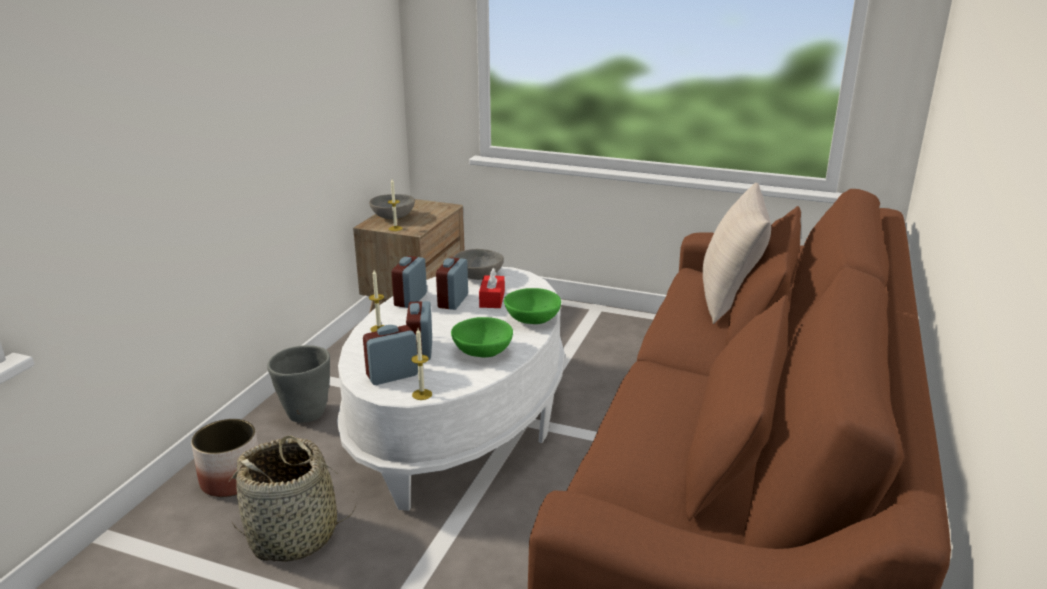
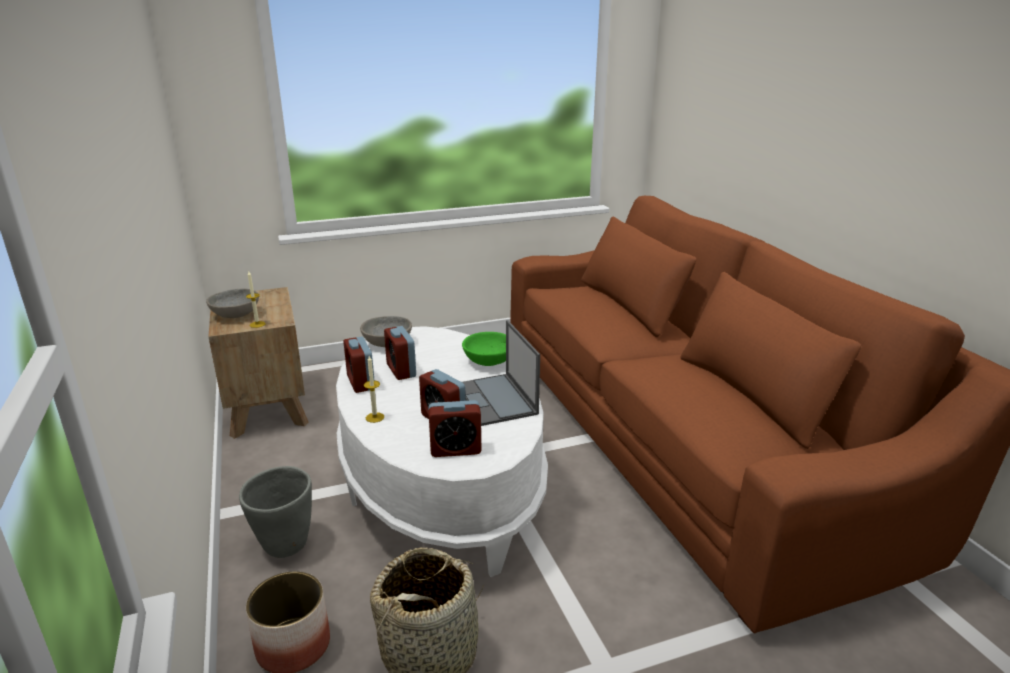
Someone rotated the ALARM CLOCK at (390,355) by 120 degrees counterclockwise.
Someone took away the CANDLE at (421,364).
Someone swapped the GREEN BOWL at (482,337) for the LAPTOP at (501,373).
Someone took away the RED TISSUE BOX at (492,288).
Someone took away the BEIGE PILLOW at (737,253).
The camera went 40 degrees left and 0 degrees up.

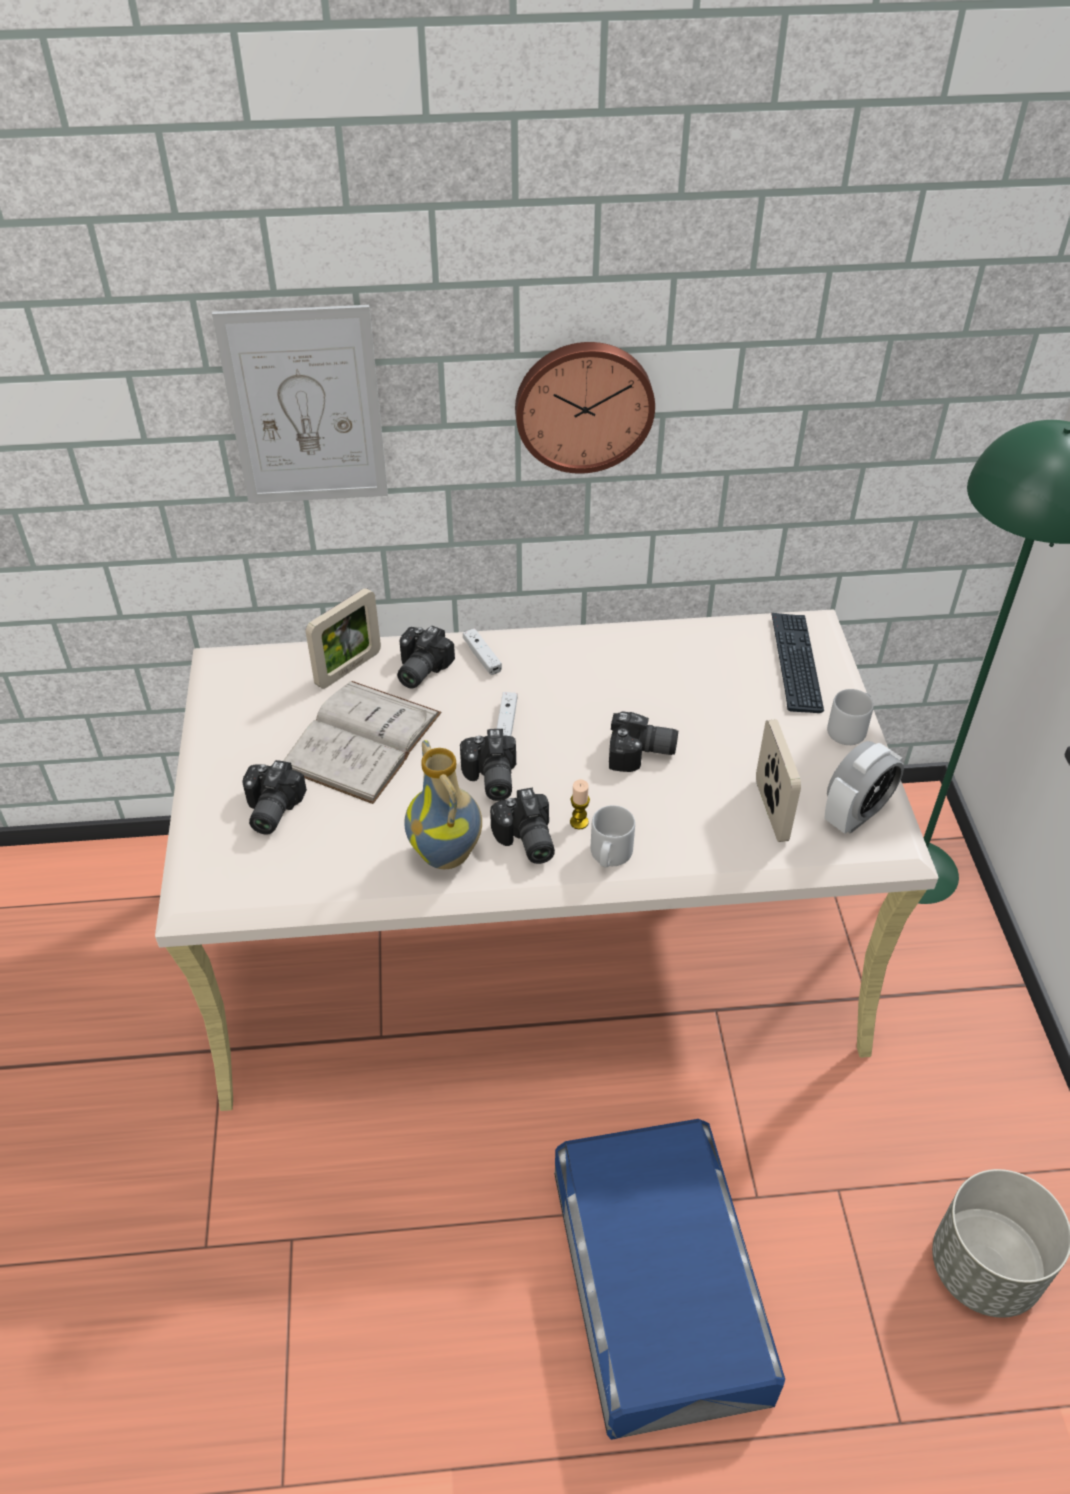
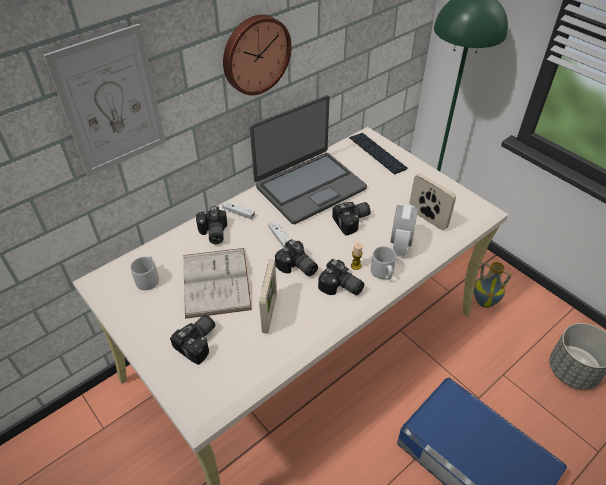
Someone rotated the PHOTO CAMERA at (274,797) by 120 degrees counterclockwise.
Someone carried the PICTURE FRAME from (343,638) to (268,296).
Someone carried the VASE from (443,804) to (493,285).
Someone carried the ALARM CLOCK from (864,787) to (404,230).
Someone carried the GREY MUG from (850,717) to (144,273).
Someone put down the LAPTOP at (308,159).
The camera went 35 degrees left and 0 degrees up.

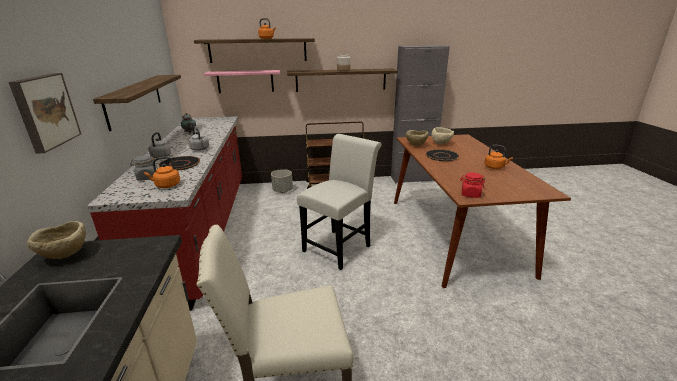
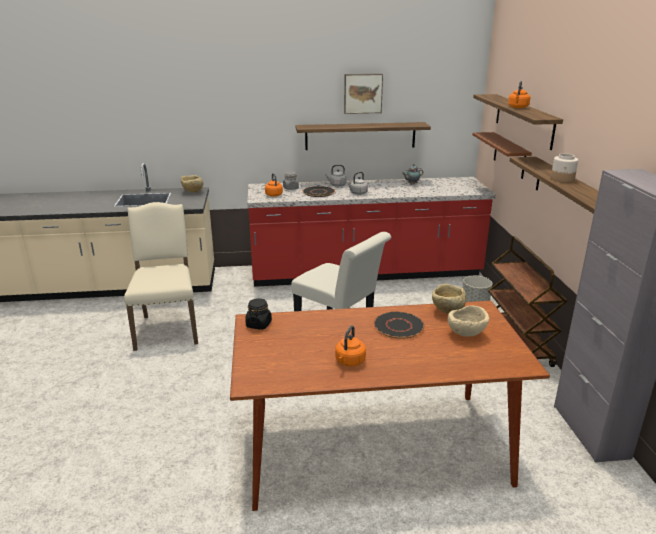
Someone carried the PICTURE from (44,113) to (363,94).
Someone repainted the PINK SHELF at (242,81), which became the BROWN SHELF at (502,155).
Someone repainted the RED JAR at (472,185), which became the BLACK JAR at (258,314).
The camera went 90 degrees right and 0 degrees up.

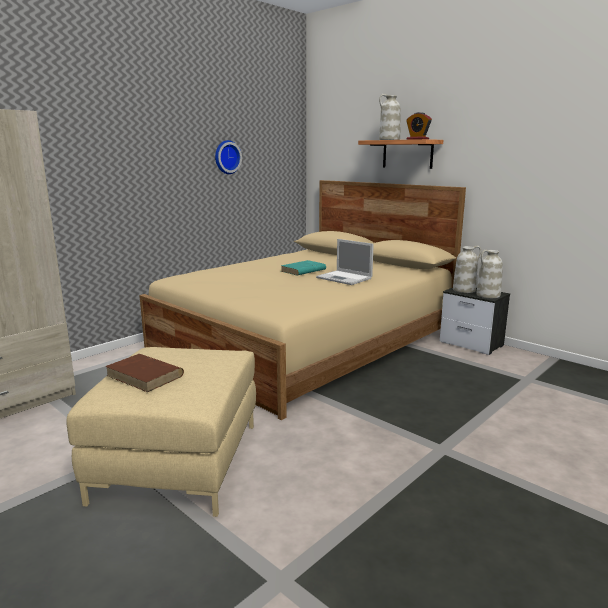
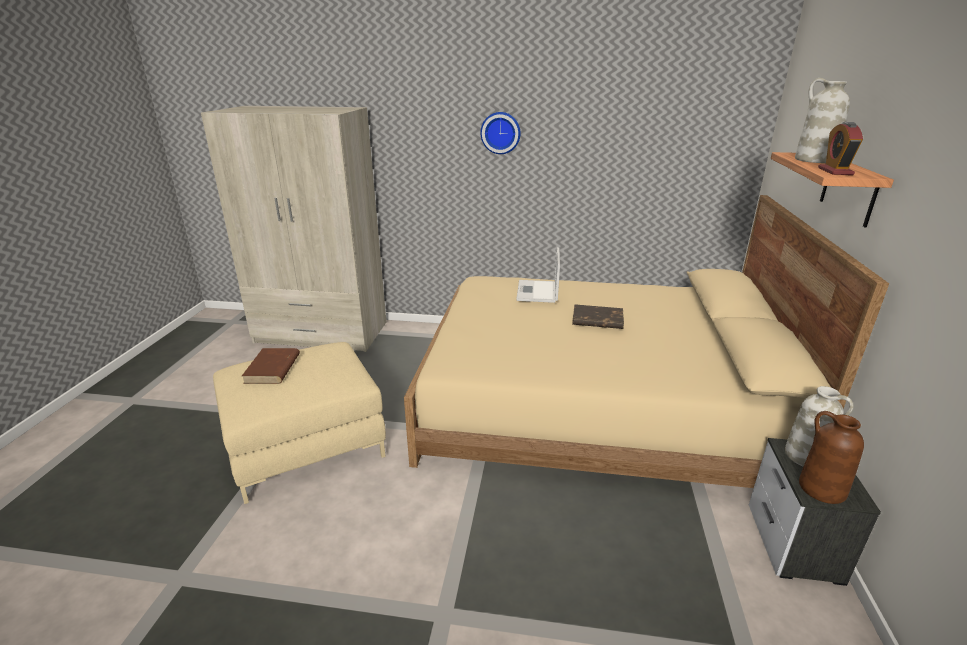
Someone carried the WALL CLOCK from (228,157) to (500,133).
Someone repainted the TURQUOISE BOOK at (303,267), which became the BROWN BOOK at (598,316).
Someone carried the LAPTOP from (345,262) to (538,275).
Someone repainted the WHITE VASE at (489,274), which became the BROWN VASE at (831,457).
The camera went 55 degrees right and 10 degrees up.

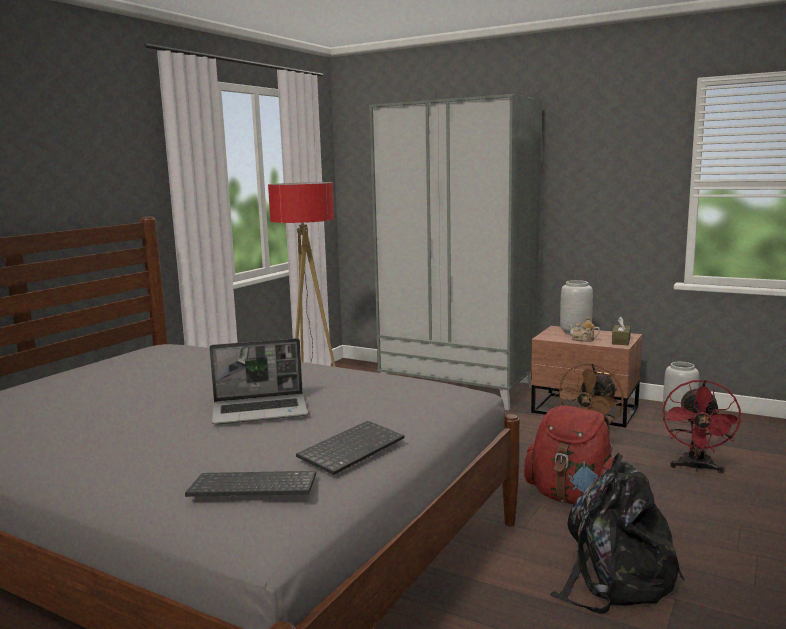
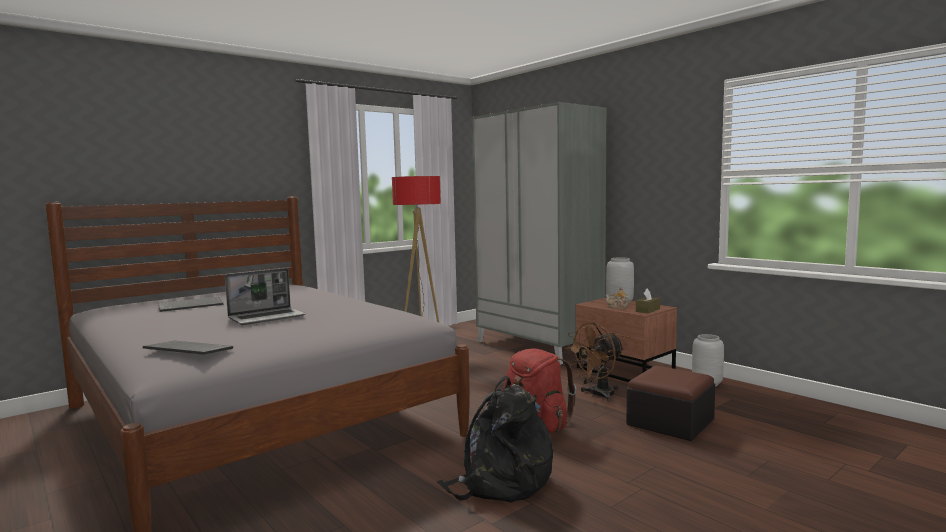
Someone rotated the LAPTOP at (258,381) by 45 degrees counterclockwise.
Someone carried the KEYBOARD from (350,448) to (190,304).
Someone swapped the RED FAN at (702,426) for the OTTOMAN at (670,403).
The camera went 20 degrees right and 5 degrees down.

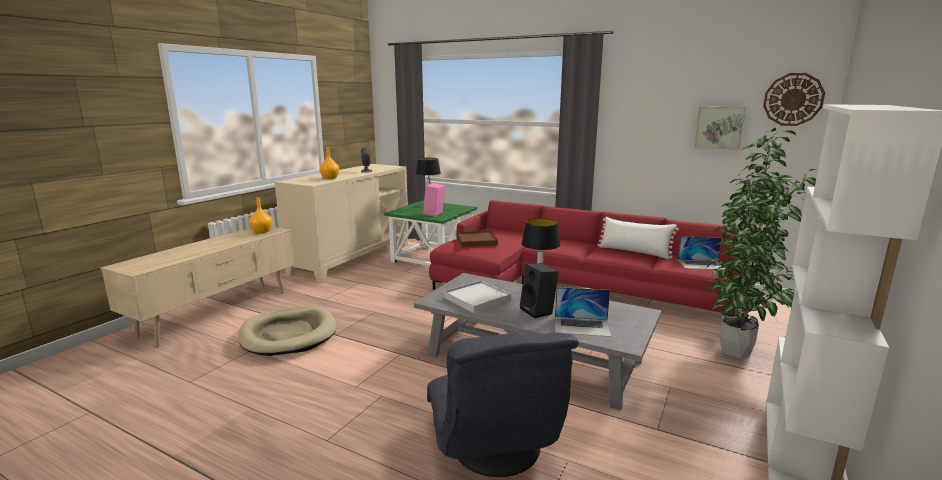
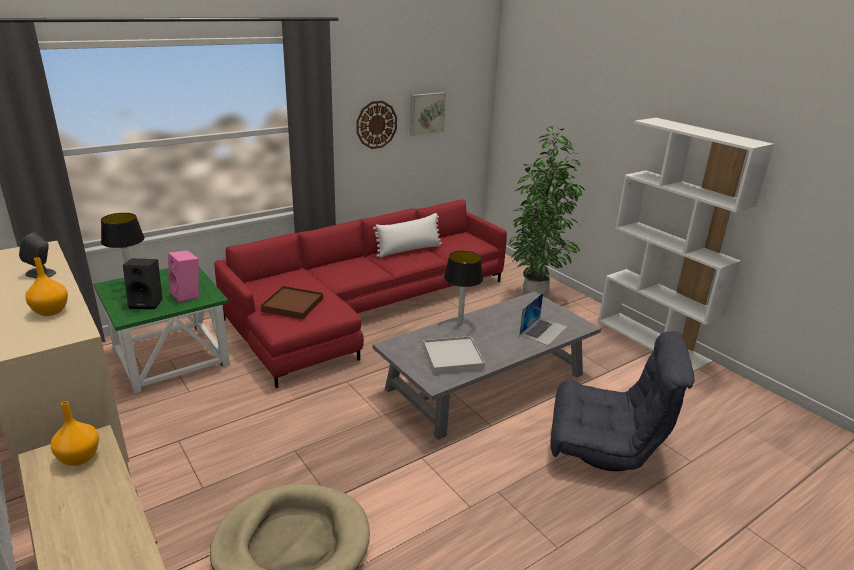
Someone carried the BLACK SPEAKER from (539,290) to (143,284).
Someone took away the LAPTOP at (702,253).
Someone carried the WALL CLOCK from (794,99) to (376,125).
The camera went 65 degrees left and 10 degrees up.

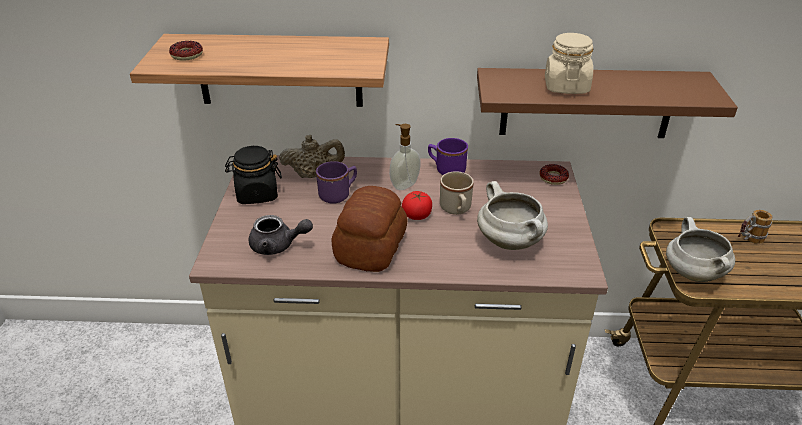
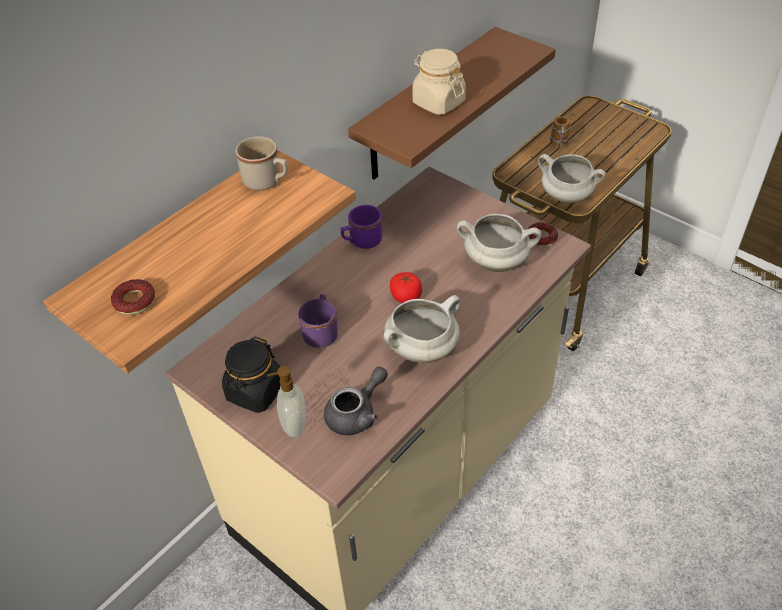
Someone took away the BEIGE TEAPOT at (312,156).
Someone swapped the BREAD at (369,229) for the WHITE COOKING POT at (422,329).
Someone carried the SOAP DISPENSER from (405,157) to (286,401).
Someone carried the BEIGE MUG from (457,193) to (261,163).
Someone carried the DONUT from (554,174) to (543,234).
The camera went 50 degrees left and 10 degrees up.

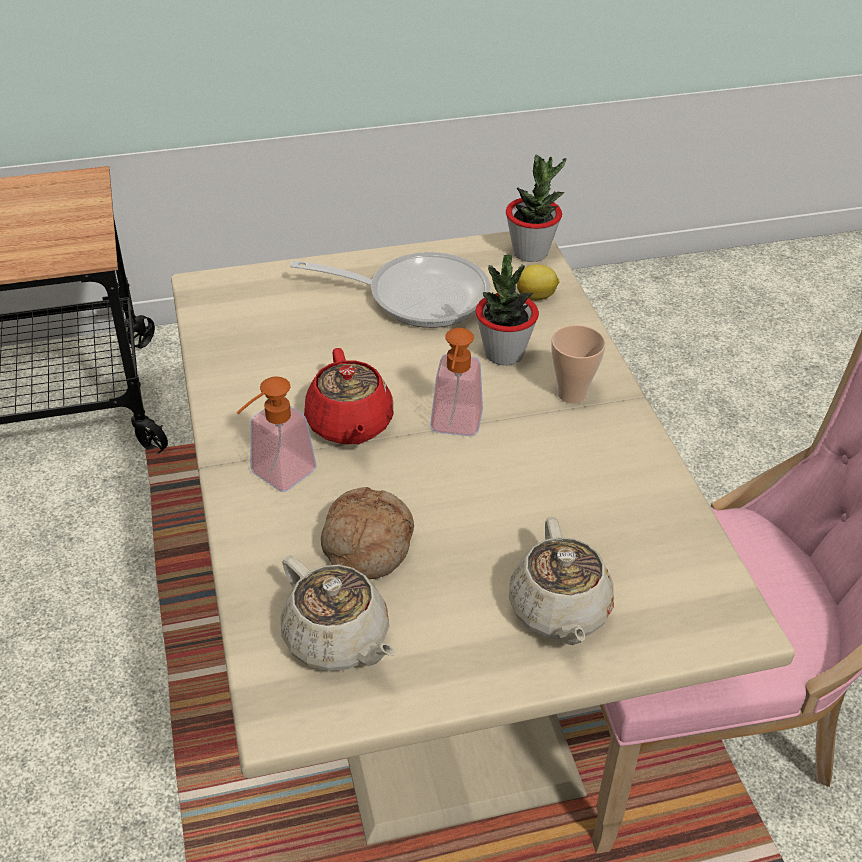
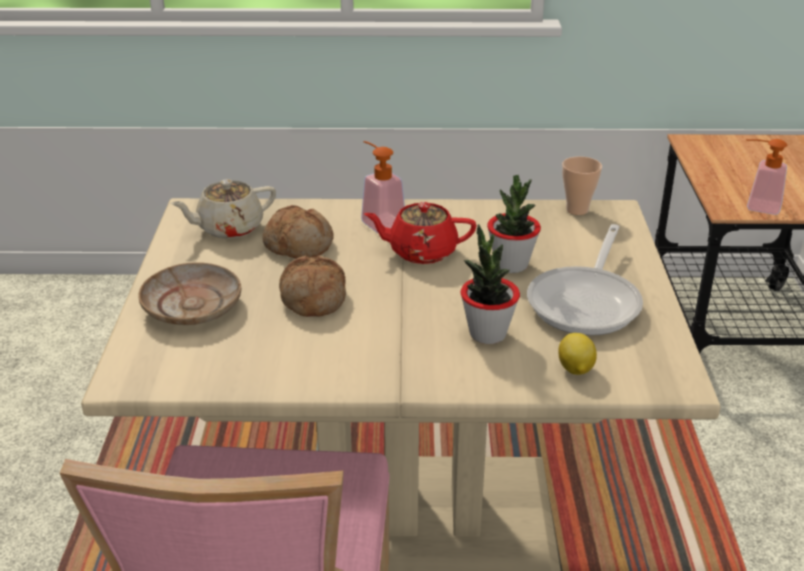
Someone carried the SOAP DISPENSER from (456,382) to (766,177).
Someone carried the POTTED PLANT from (536,208) to (514,224).
Someone swapped the BEIGE TEAPOT at (561,580) for the BEIGE PLATE at (189,293).
Someone carried the CUP from (578,364) to (582,185).
Someone put down the BREAD at (312,286).
The camera went 105 degrees right and 10 degrees down.

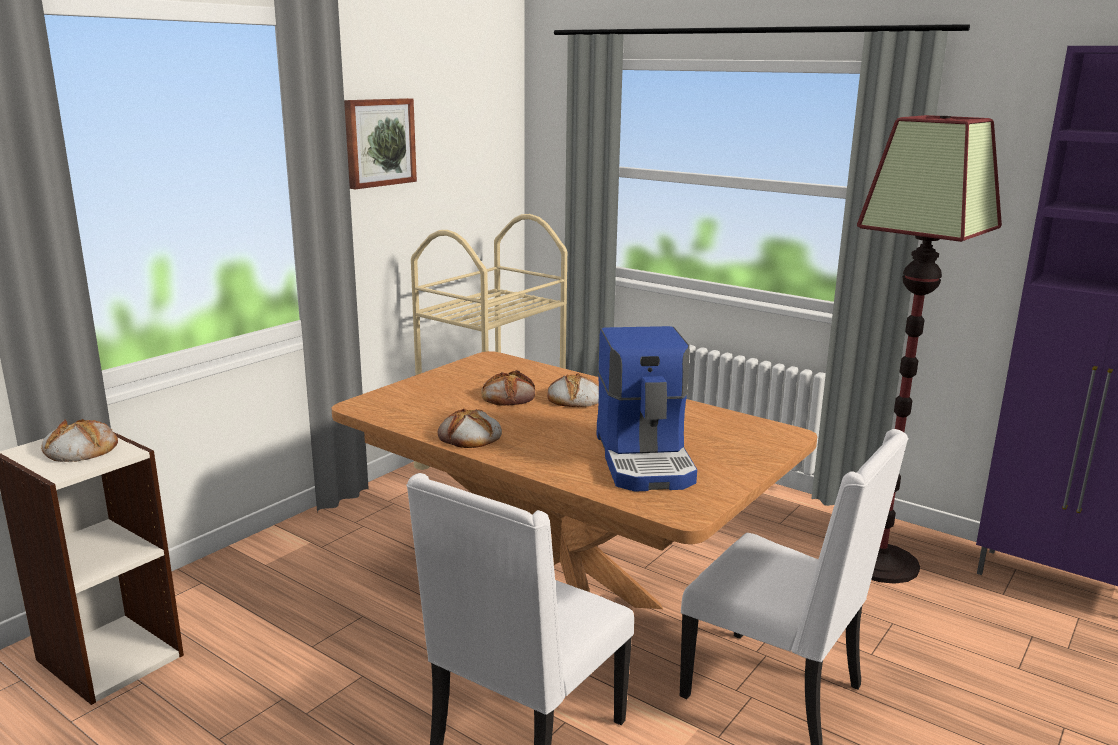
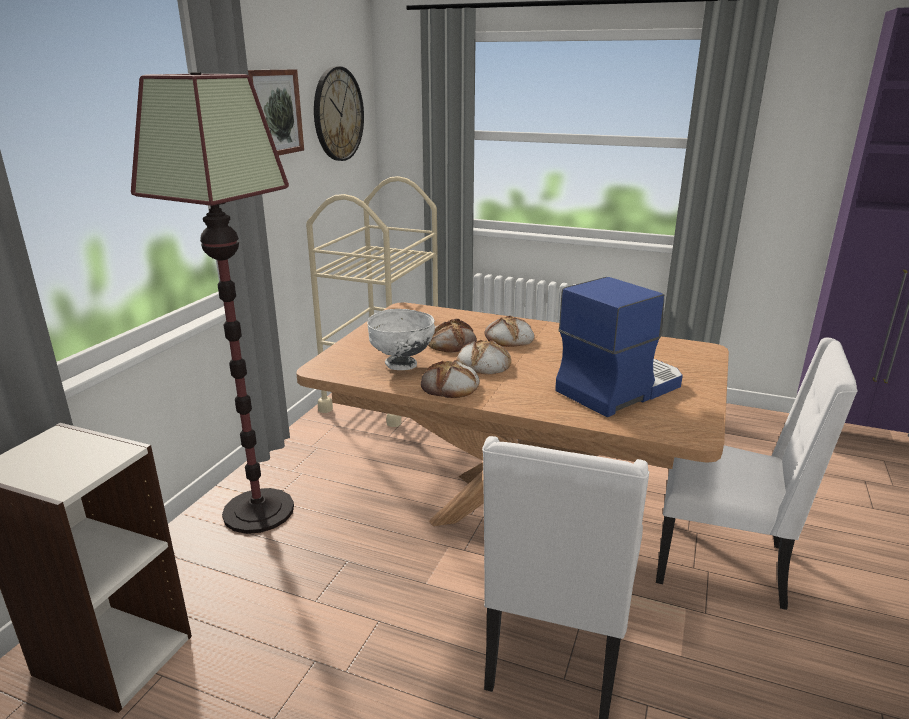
Someone carried the BREAD from (79,440) to (484,357).
Someone rotated the COFFEE MACHINE at (647,409) by 105 degrees counterclockwise.
Someone carried the FLOOR LAMP from (929,349) to (212,303).
Someone put up the WALL CLOCK at (339,113).
Someone put down the WHITE BOWL at (401,339).
The camera went 15 degrees left and 5 degrees up.

